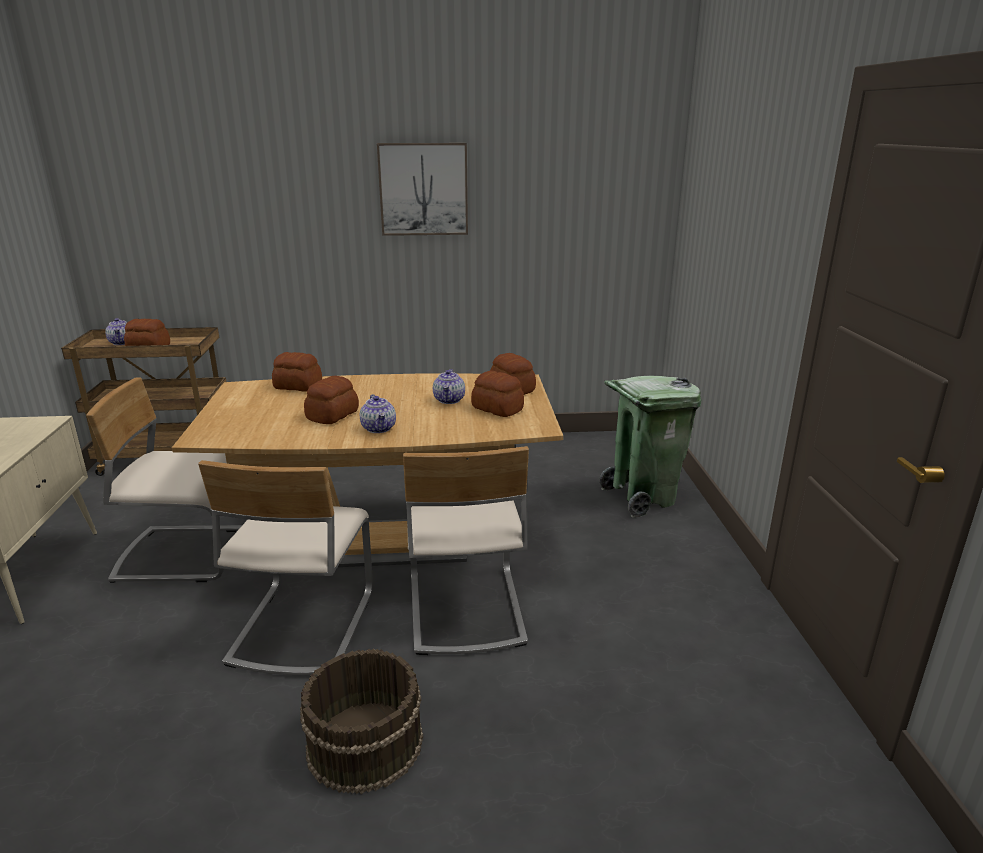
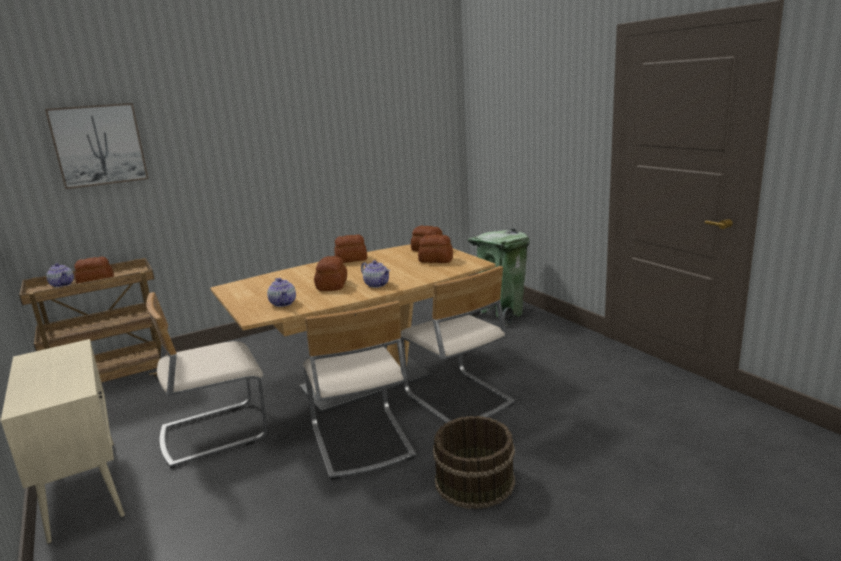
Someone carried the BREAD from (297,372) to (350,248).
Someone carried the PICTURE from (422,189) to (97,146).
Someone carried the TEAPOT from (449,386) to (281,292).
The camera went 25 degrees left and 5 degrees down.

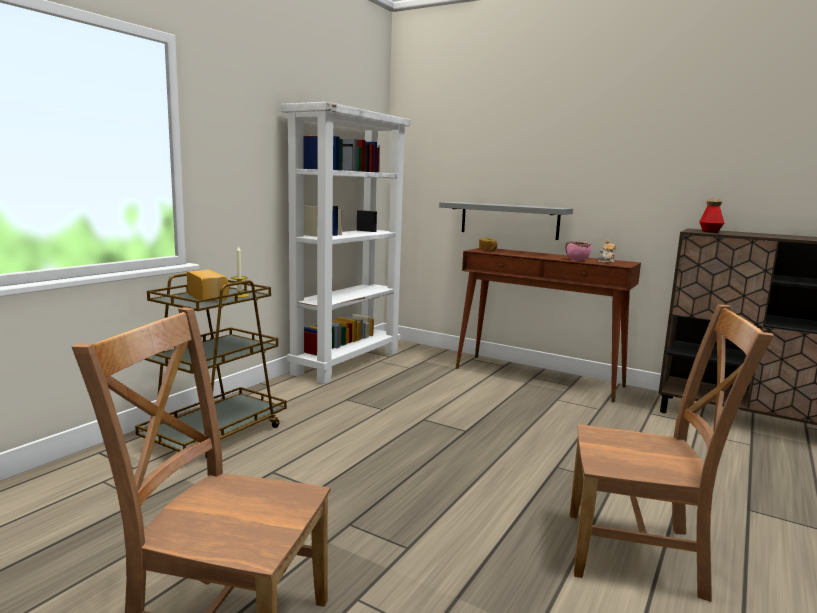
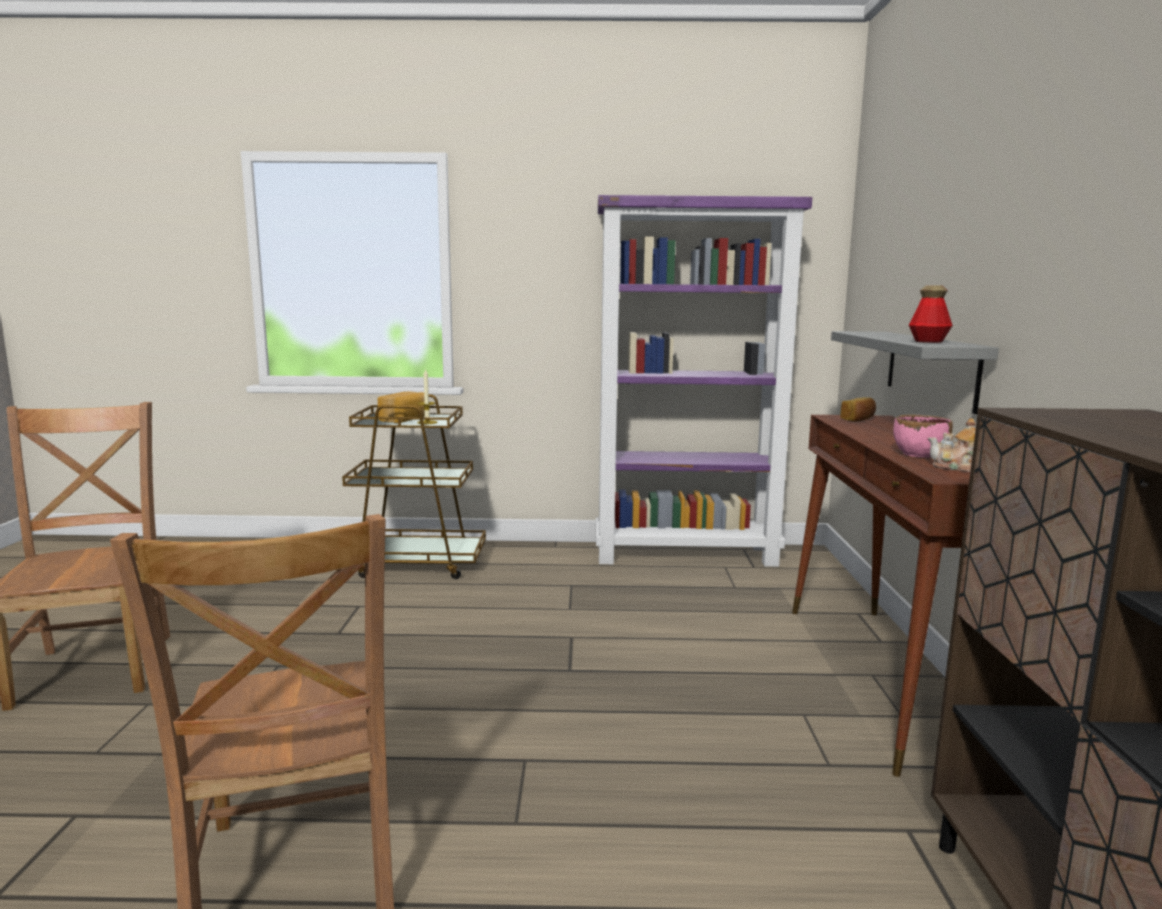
Someone repainted the WHITE BOOKCASE at (345,243), which became the PURPLE BOOKCASE at (704,381).
Someone carried the BOTTLE from (711,216) to (931,314).
The camera went 60 degrees right and 0 degrees up.

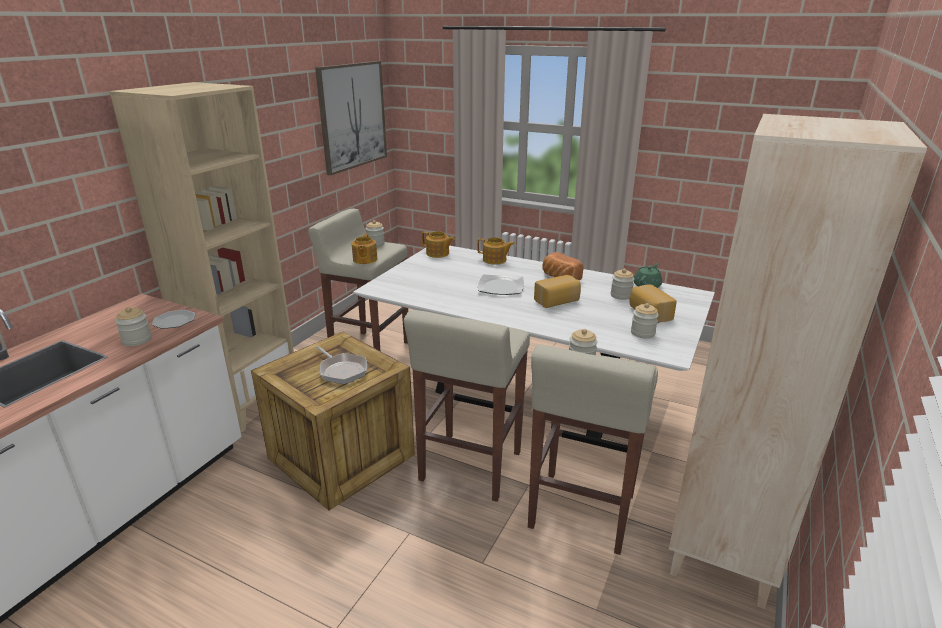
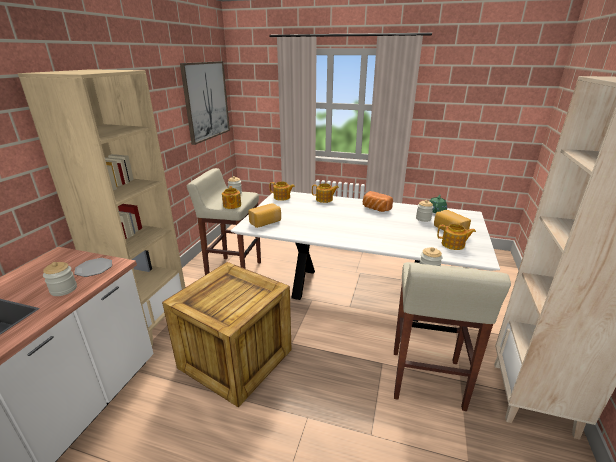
Someone took away the FRYING PAN at (341,365).
Someone took away the BEIGE STOOL at (467,406).
Someone took away the PLATE at (501,284).
Someone carried the BREAD from (557,291) to (264,215).
Someone swapped the JAR at (645,320) for the TEAPOT at (456,237).
The camera went 10 degrees left and 0 degrees up.

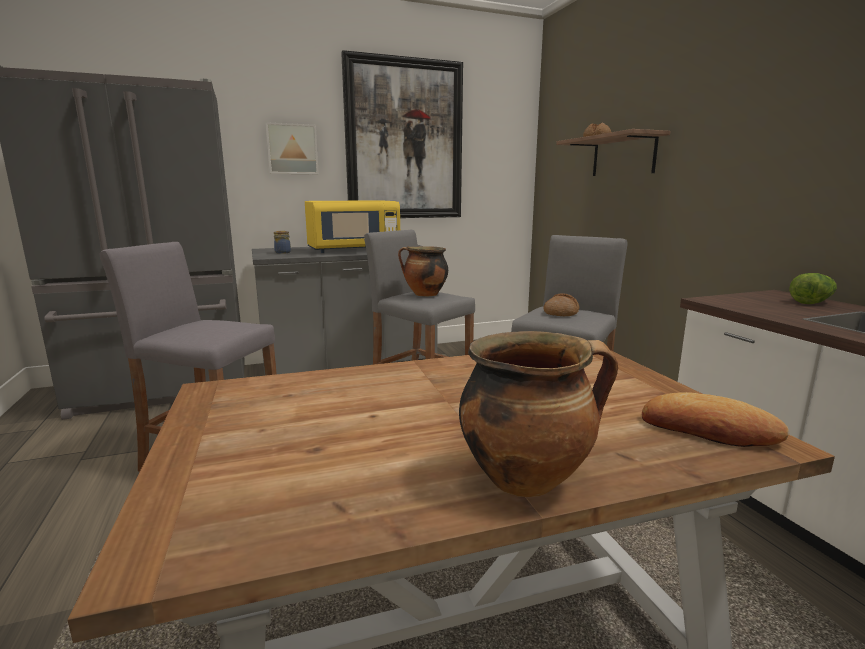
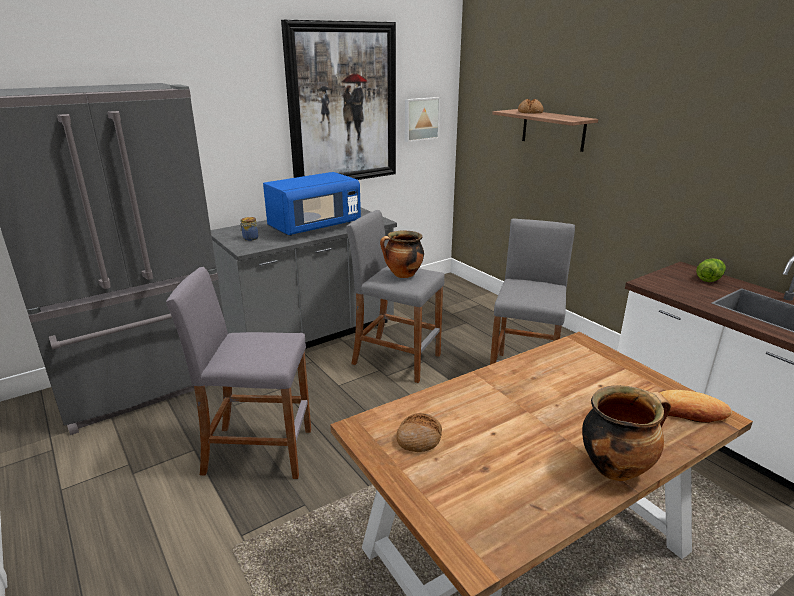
Someone carried the PICTURE from (292,148) to (422,119).
Someone repainted the YELLOW MICROWAVE at (352,226), which became the BLUE MICROWAVE at (312,204).
Someone carried the BREAD from (561,305) to (419,432).
The camera went 15 degrees left and 10 degrees up.

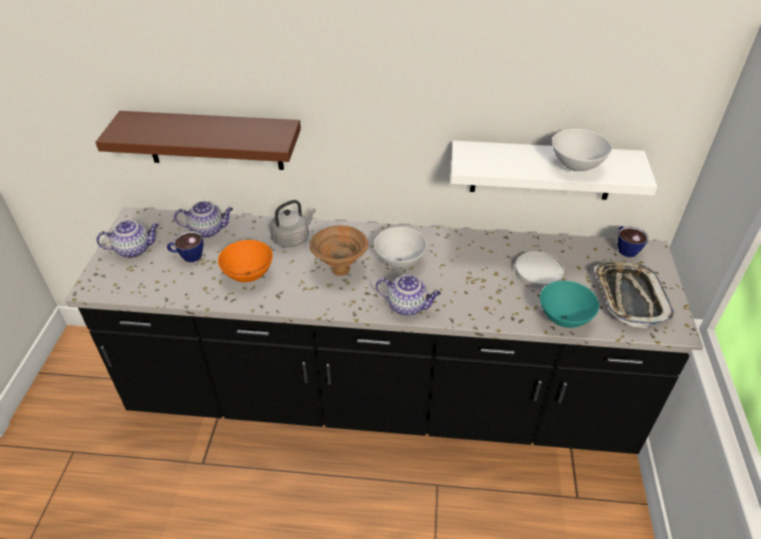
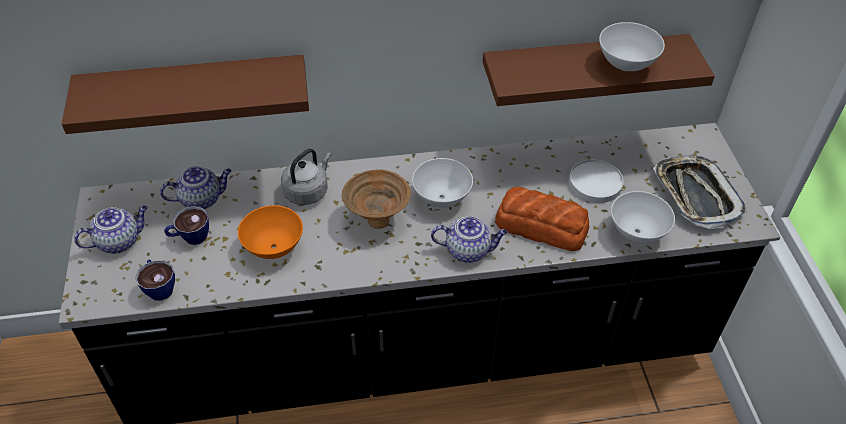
Someone repainted the WHITE SHELF at (554,170), which became the BROWN SHELF at (599,70).
Someone repainted the TURQUOISE BOWL at (569,304), which became the WHITE BOWL at (643,217).
Someone carried the CUP from (633,241) to (155,280).
Someone put down the BREAD at (542,219).
The camera went 15 degrees left and 5 degrees up.

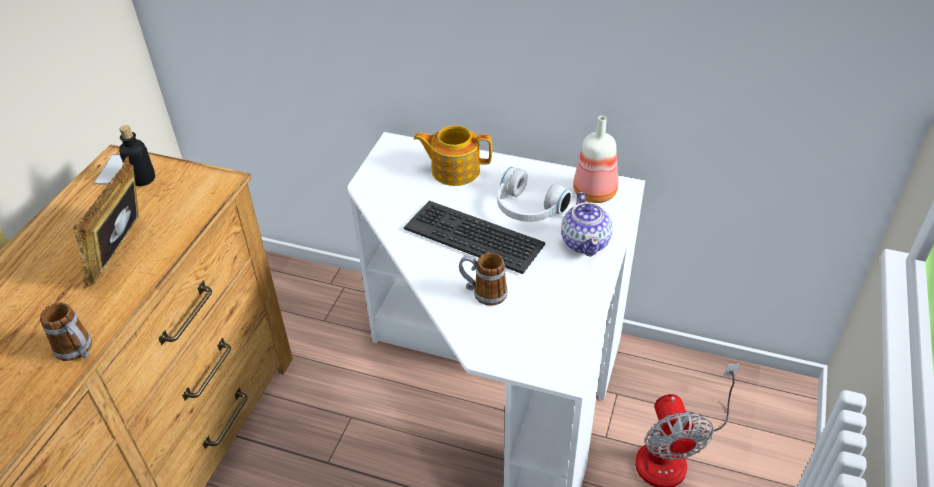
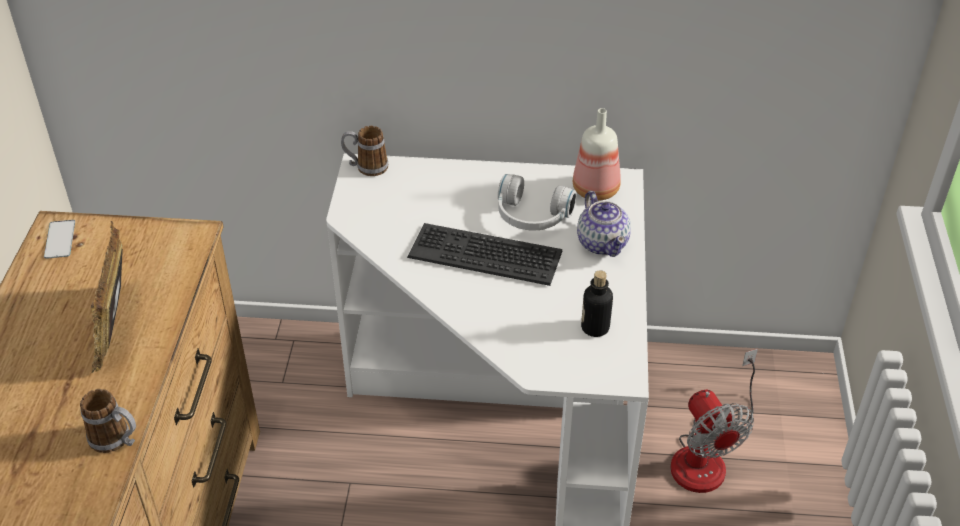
Someone carried the BOTTLE from (137,155) to (597,303).
Someone took away the TEAPOT at (453,155).
Someone carried the MUG from (483,279) to (364,151).
The camera went 15 degrees left and 0 degrees up.

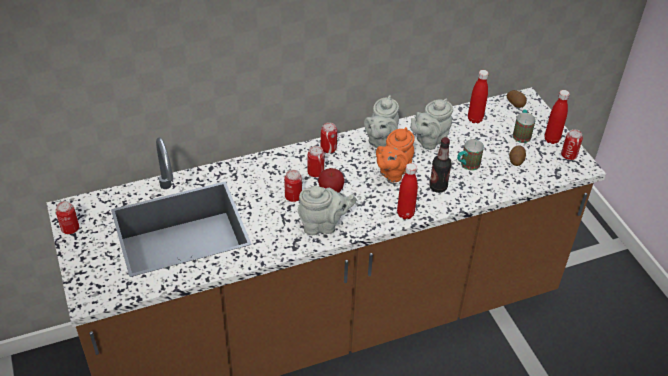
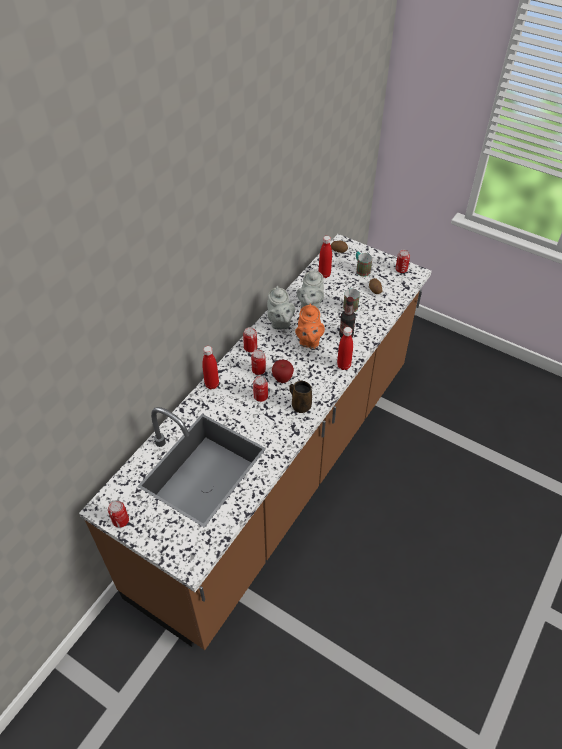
Someone swapped the GREY TEAPOT at (327,210) for the BROWN MUG at (300,396).
Someone carried the RED BOTTLE from (557,117) to (210,367).
The camera went 35 degrees left and 5 degrees up.

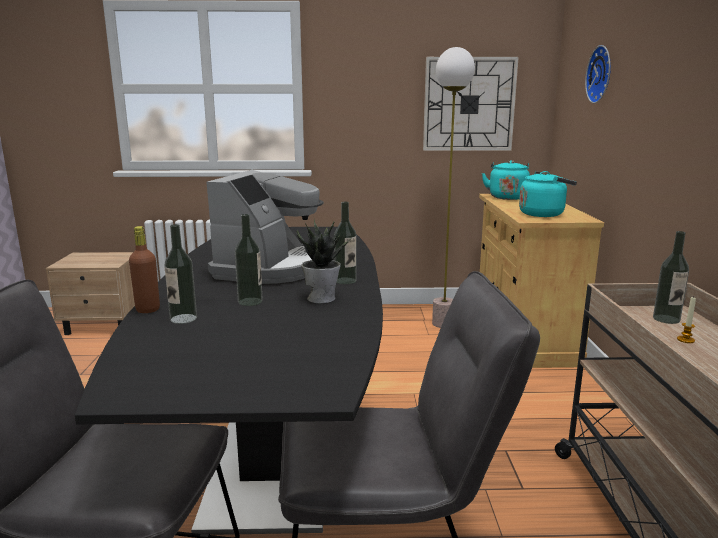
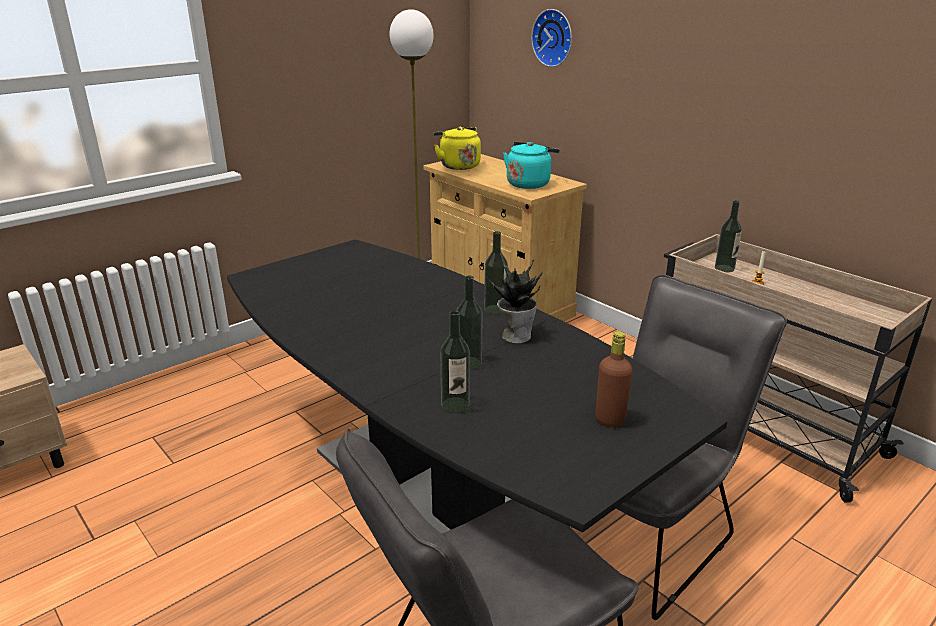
Someone carried the BROWN BOTTLE from (144,269) to (613,379).
Someone took away the COFFEE MACHINE at (265,227).
Someone took away the WALL CLOCK at (471,104).
Someone repainted the TURQUOISE KETTLE at (506,180), which became the YELLOW KETTLE at (457,148).
The camera went 40 degrees left and 10 degrees up.

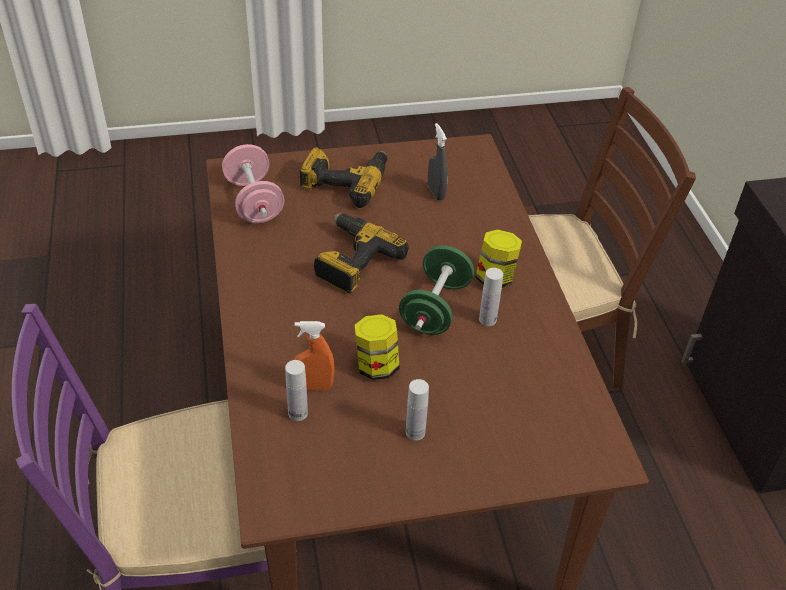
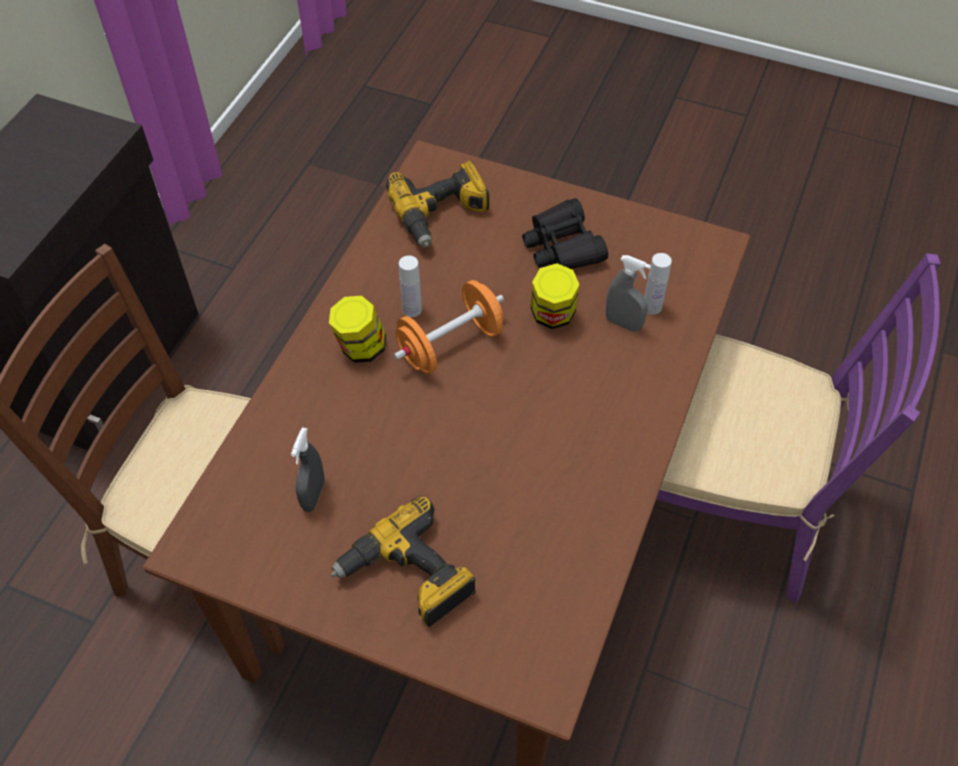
Someone took away the PINK DUMBBELL at (253,183).
Someone repainted the ORANGE SPRAY BOTTLE at (313,355), which became the GREY SPRAY BOTTLE at (628,293).
Someone carried the POWER DRILL from (361,253) to (438,204).
Someone repainted the GREEN DUMBBELL at (436,290), which became the ORANGE DUMBBELL at (449,327).
Someone swapped the WHITE BOTTLE at (417,410) for the BLACK BINOCULARS at (565,233).
The camera went 145 degrees left and 10 degrees up.

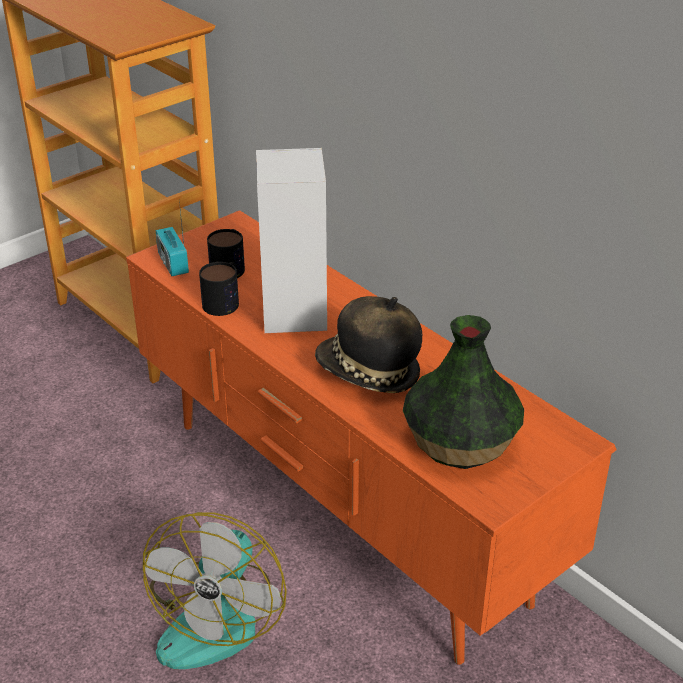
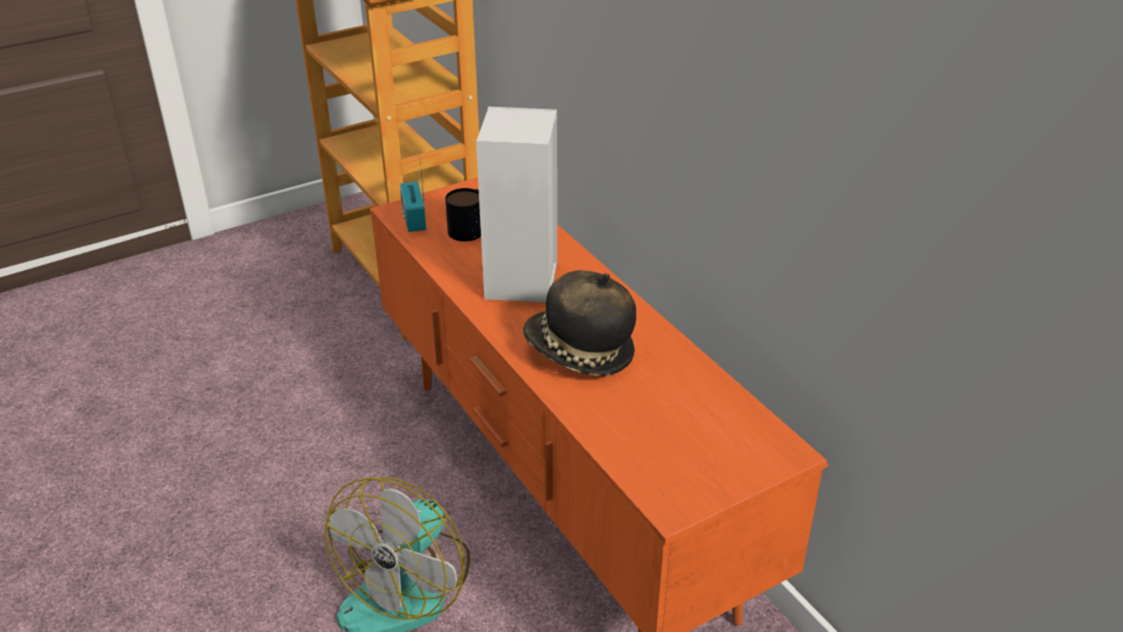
Someone took away the MUG at (219,289).
Someone took away the VASE at (463,392).
The camera went 10 degrees right and 0 degrees up.

